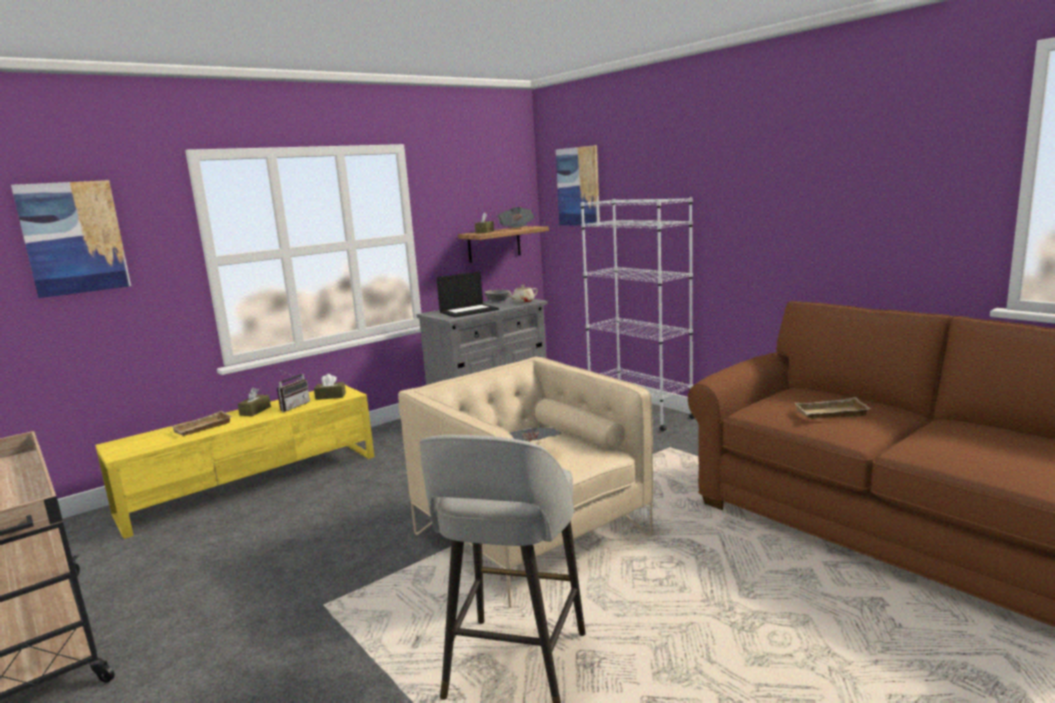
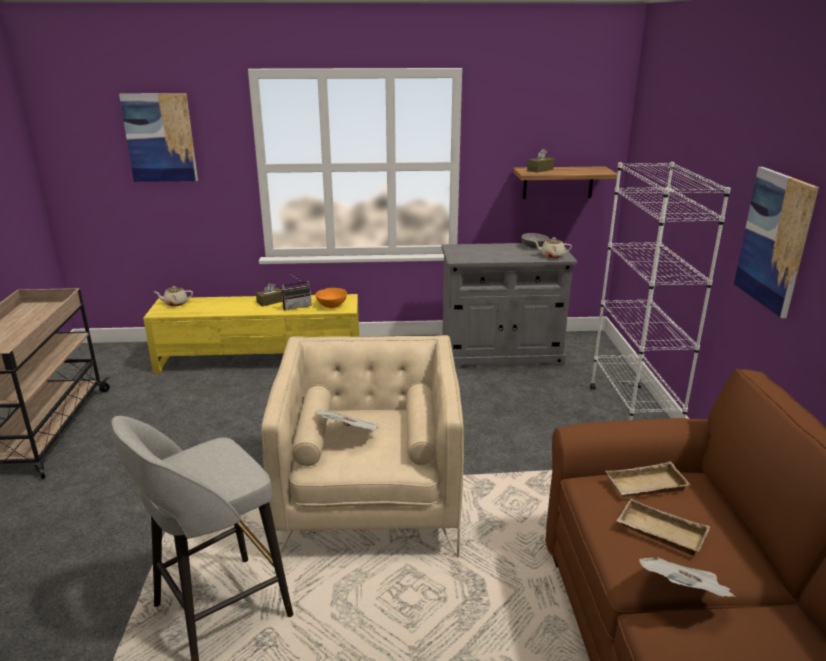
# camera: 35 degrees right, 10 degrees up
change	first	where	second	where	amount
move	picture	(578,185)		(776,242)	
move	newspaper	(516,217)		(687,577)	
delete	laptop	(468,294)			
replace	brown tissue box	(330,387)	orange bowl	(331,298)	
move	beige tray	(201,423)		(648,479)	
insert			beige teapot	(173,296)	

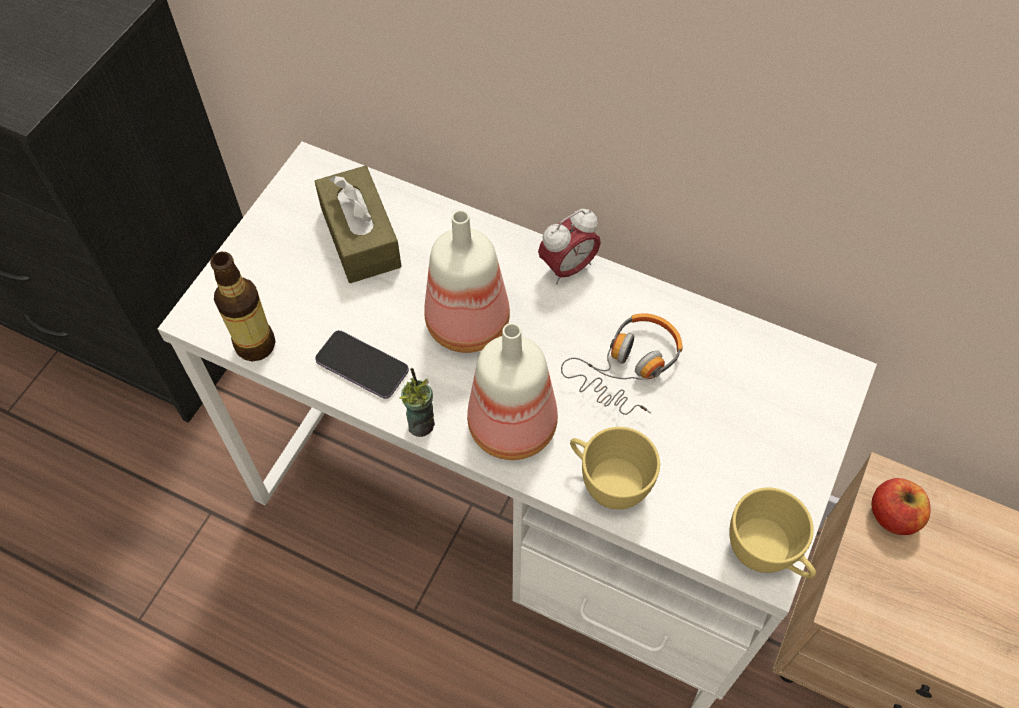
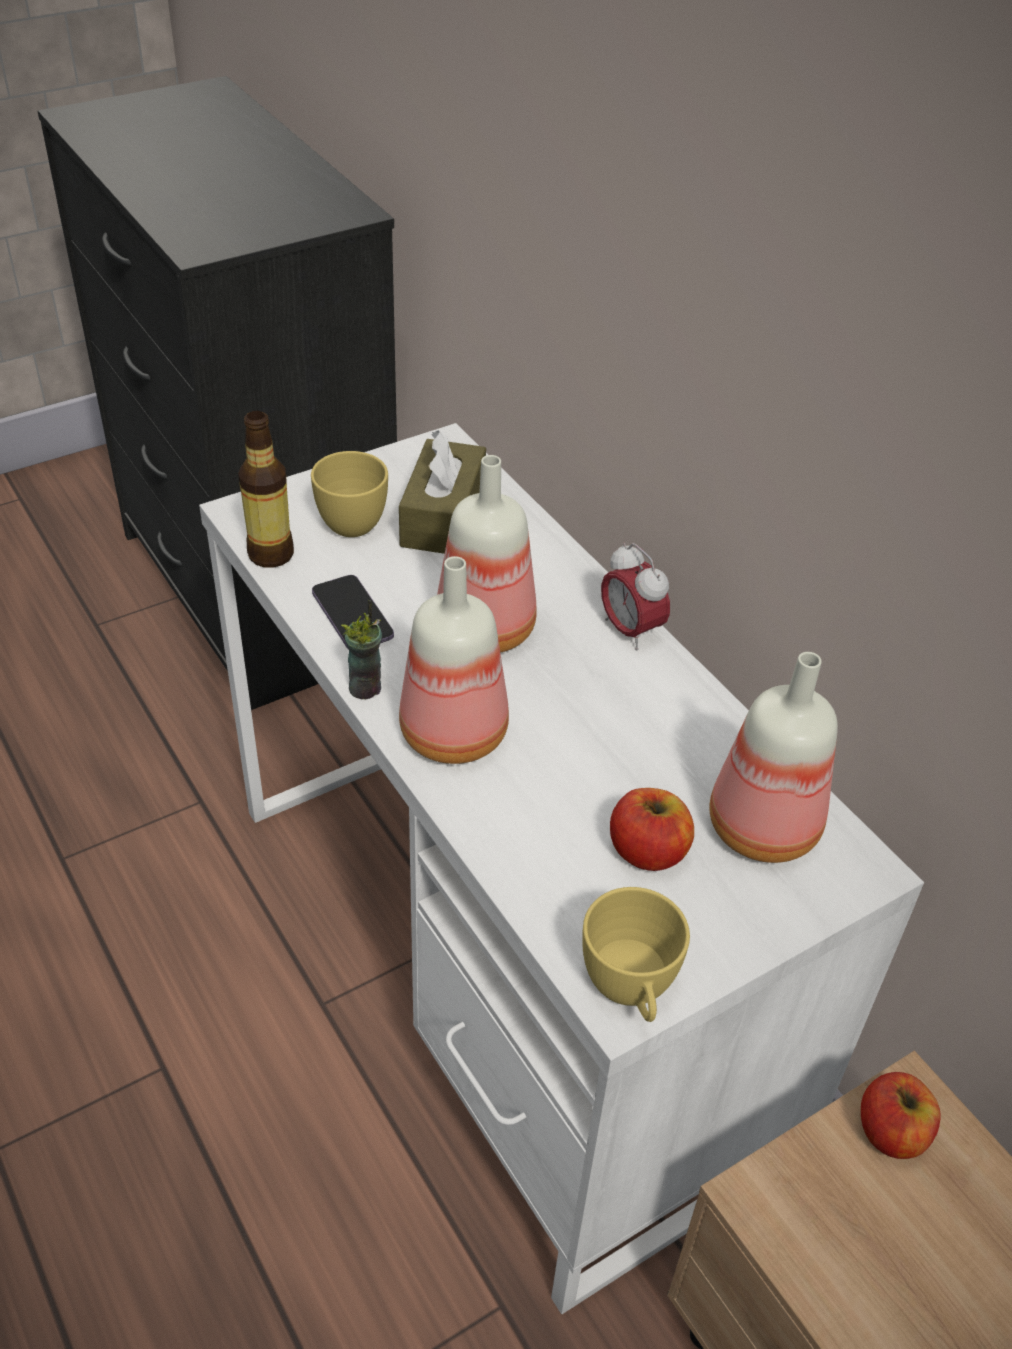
# camera: 30 degrees right, 15 degrees down
change	first	where	second	where	amount
rotate	alarm clock	(569,247)		(635,596)	60 degrees clockwise
delete	headphones	(621,364)			
move	yellow cup	(615,468)		(349,494)	
insert			bottle	(773,757)	
insert			apple	(652,829)	

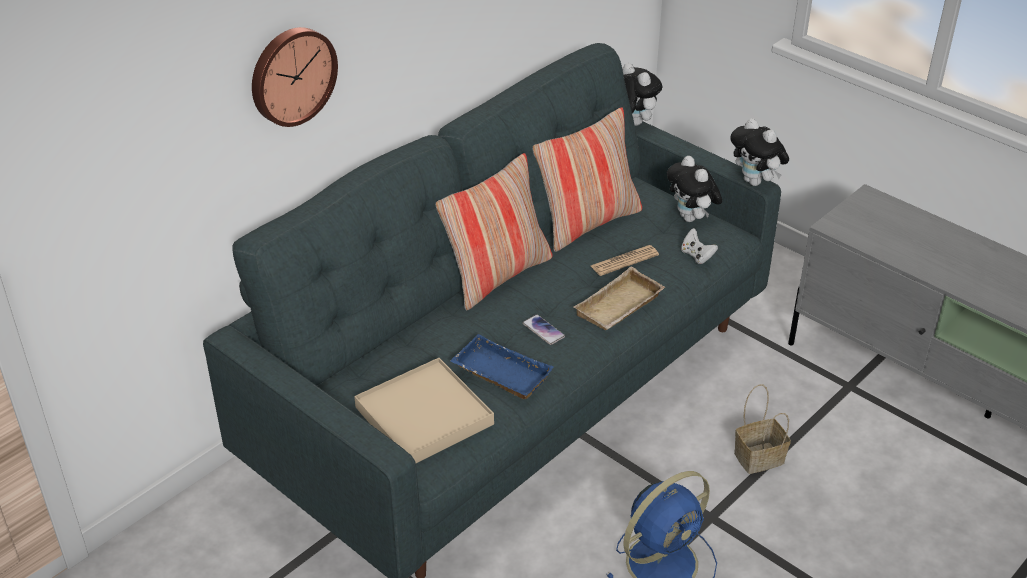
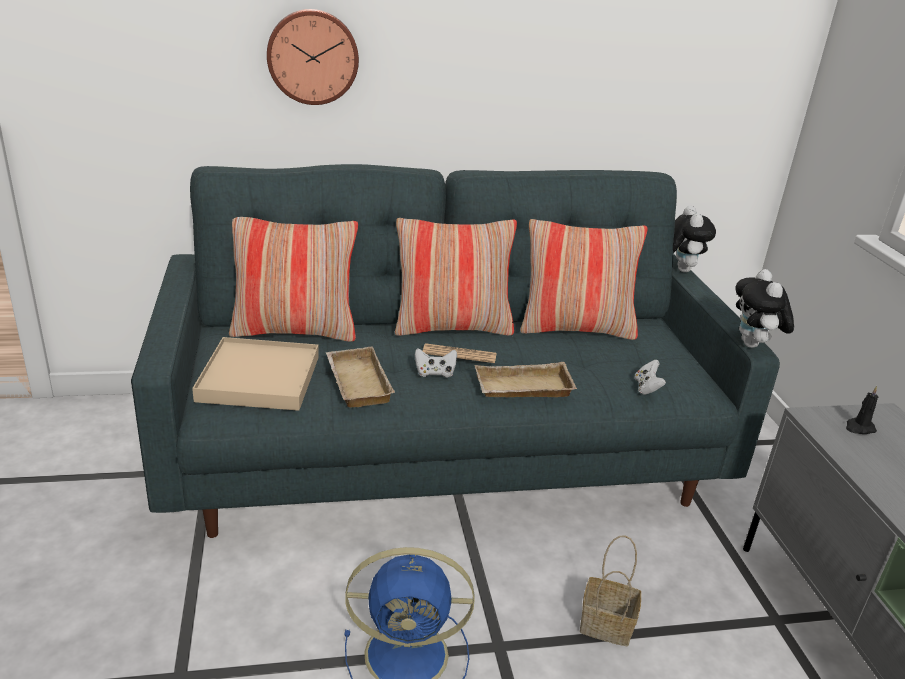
# camera: 35 degrees right, 10 degrees down
change	first	where	second	where	amount
delete	plush toy	(694,189)			
move	newspaper	(625,260)		(460,353)	
replace	phone	(543,330)	white game controller	(436,363)	
recolor	blue tray	(501,366)	beige tray	(360,377)	
insert			pillow	(293,279)	
insert			black candle	(862,410)	

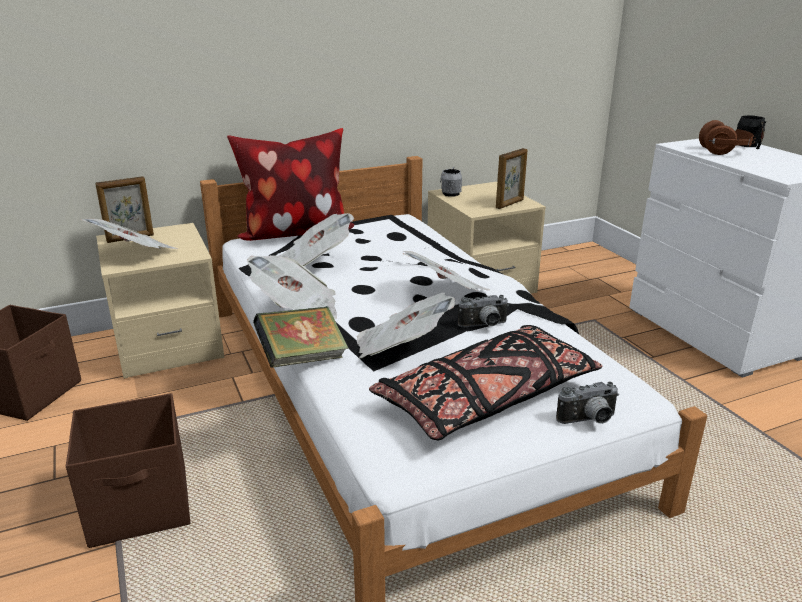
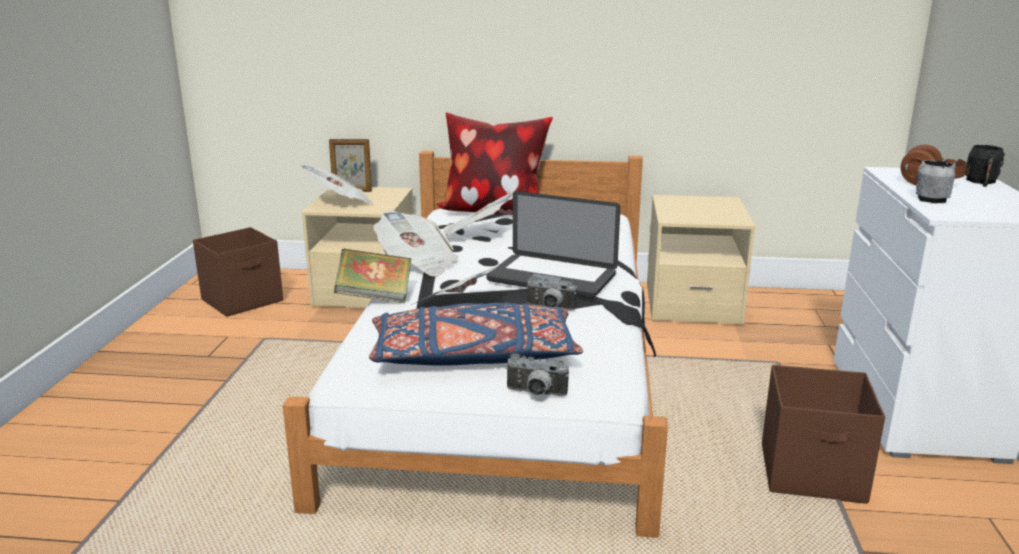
# camera: 30 degrees right, 5 degrees down
change	first	where	second	where	amount
delete	picture frame	(511,178)			
move	grey mug	(451,182)		(935,181)	
replace	newspaper	(446,271)	laptop	(553,244)	
recolor	black pillow	(486,382)	blue pillow	(476,334)	
move	brown storage box	(128,470)		(823,434)	

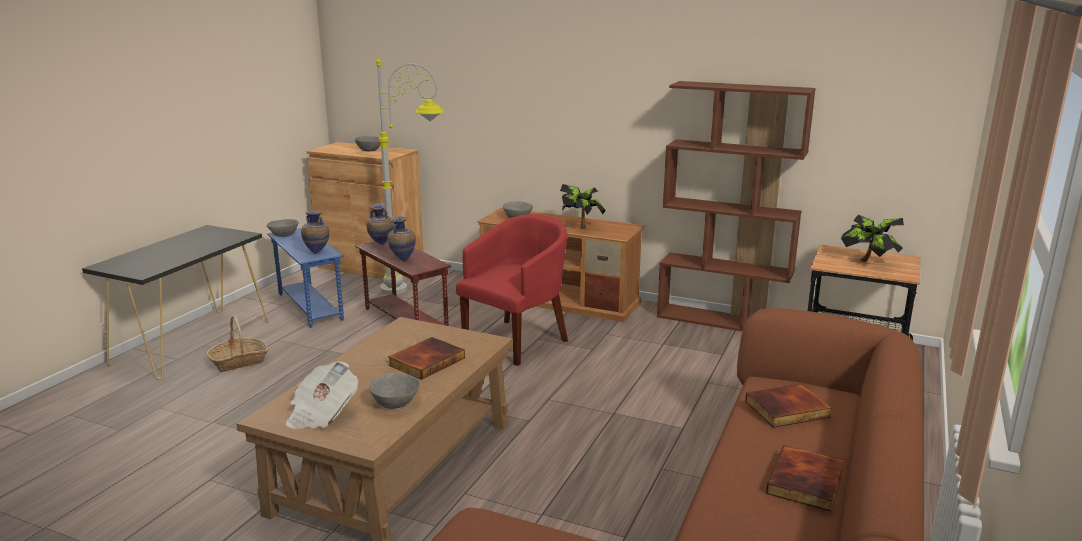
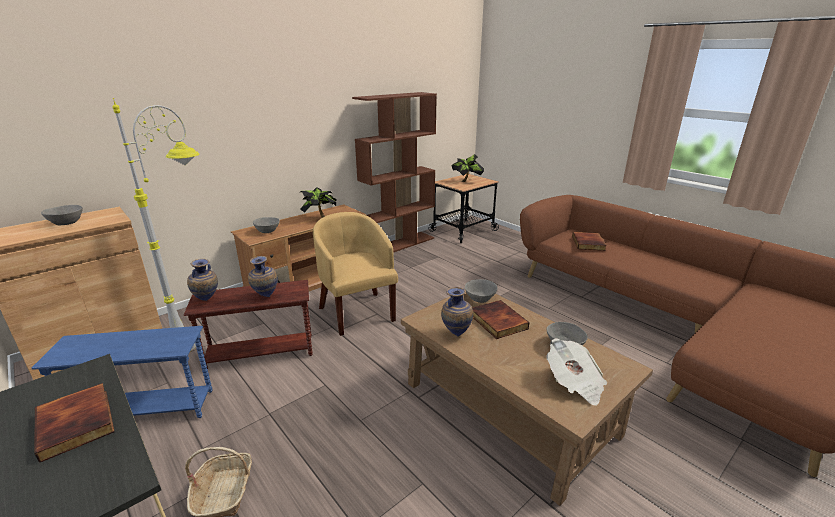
# camera: 65 degrees left, 5 degrees up
change	first	where	second	where	amount
move	vase	(315,232)		(457,312)	
recolor	red armchair	(512,290)	yellow armchair	(355,274)	
move	grey bowl	(283,228)		(481,291)	
move	book	(805,478)		(74,422)	

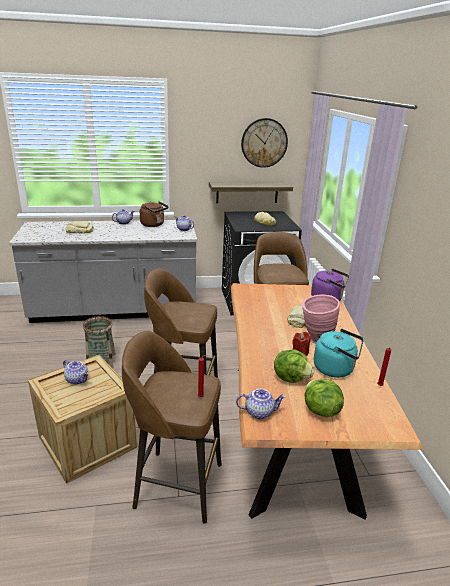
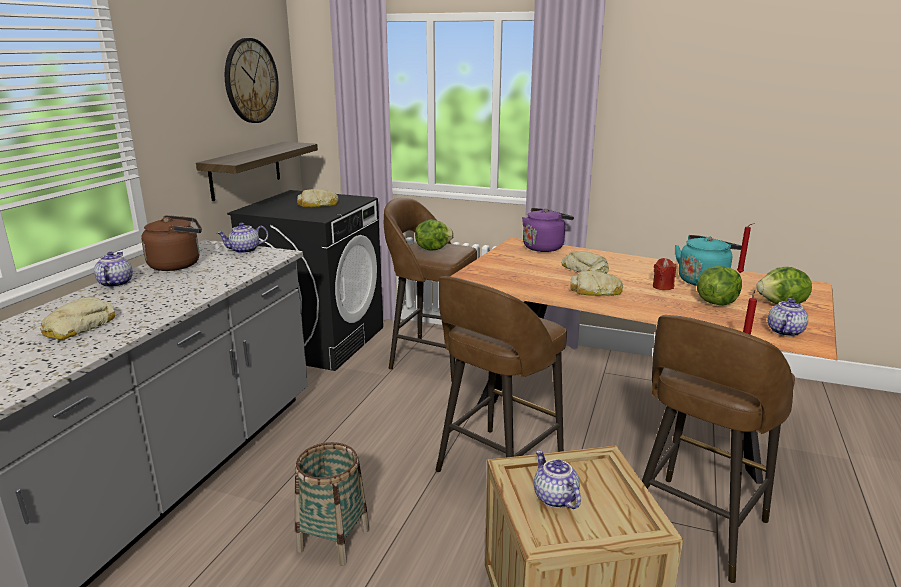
# camera: 60 degrees left, 5 degrees down
change	first	where	second	where	amount
delete	pink vase	(321,319)			
rotate	teapot	(75,372)		(557,479)	90 degrees counterclockwise
insert			lettuce	(434,235)	
insert			bread	(596,283)	

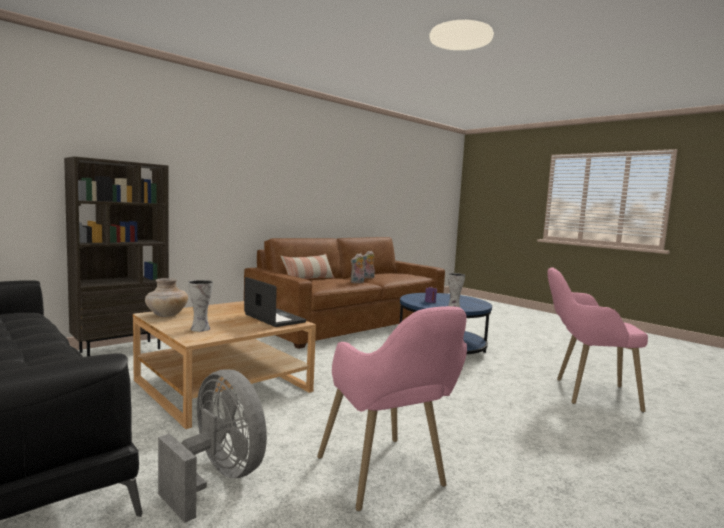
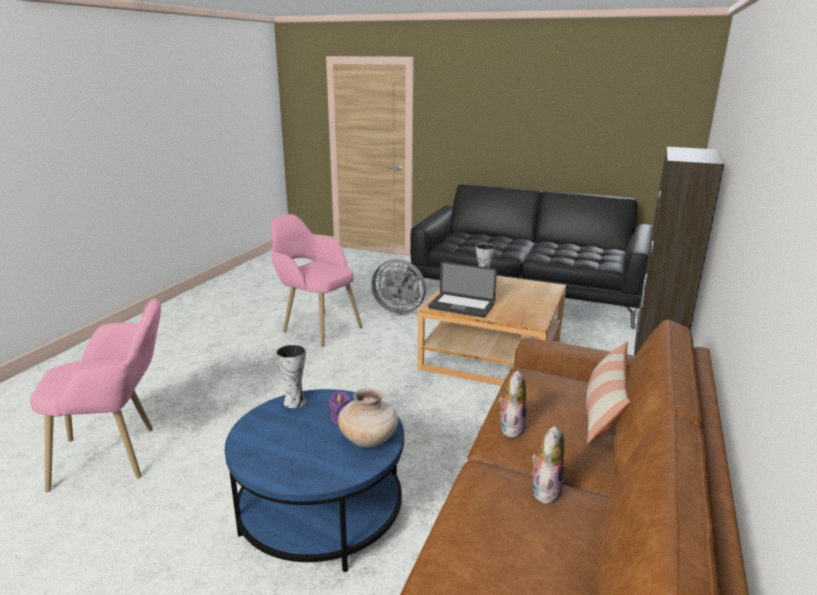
# camera: 155 degrees right, 15 degrees up
change	first	where	second	where	amount
move	beige vase	(166,297)		(368,418)	

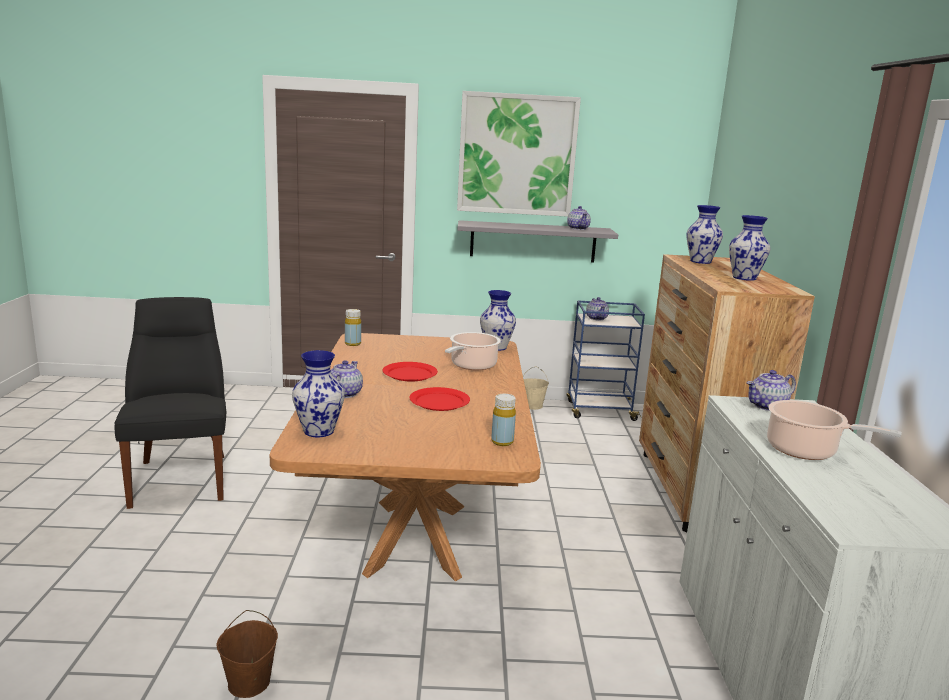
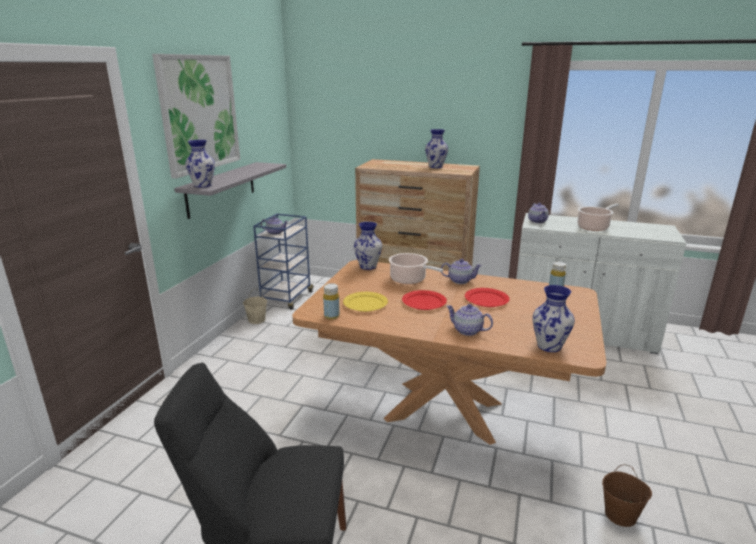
# camera: 70 degrees left, 5 degrees up
change	first	where	second	where	amount
move	vase	(704,234)		(200,164)	
move	teapot	(579,218)		(461,271)	
insert			yellow plate	(365,302)	

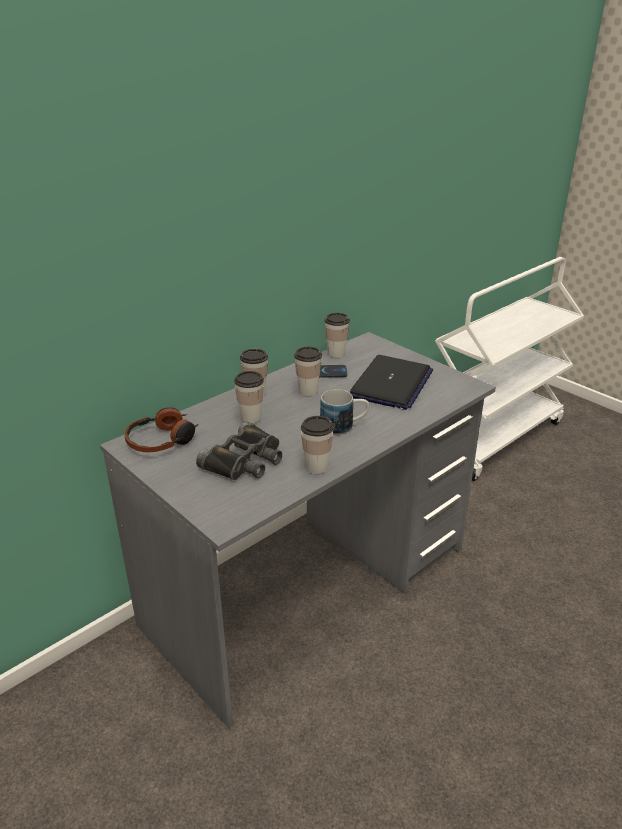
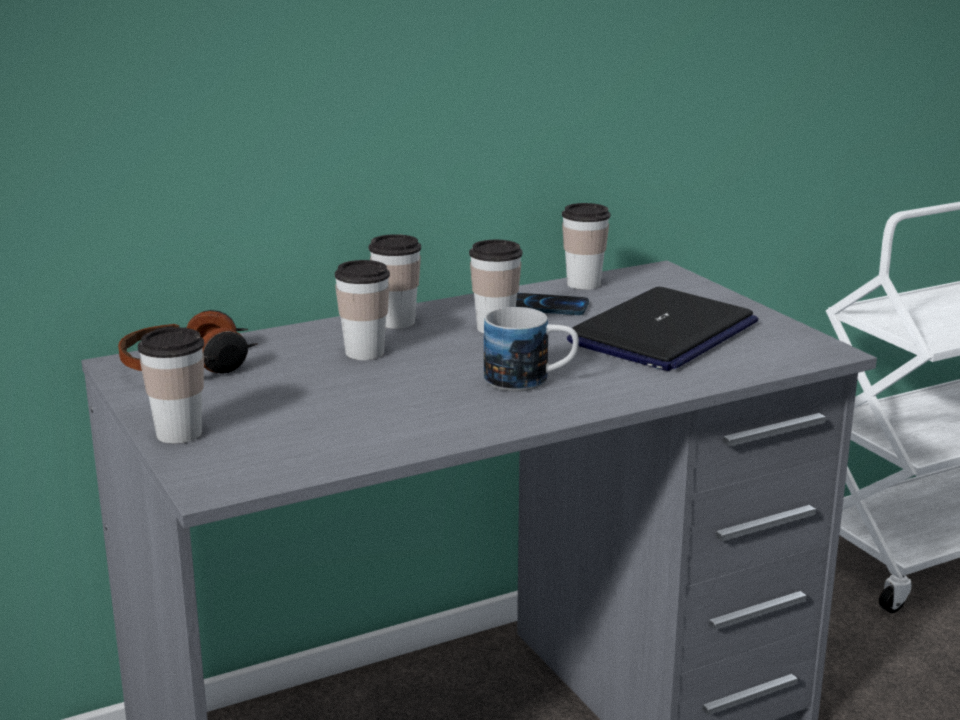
# camera: 15 degrees right, 10 degrees down
change	first	where	second	where	amount
move	cup	(317,445)		(171,385)	
delete	black binoculars	(239,450)			

